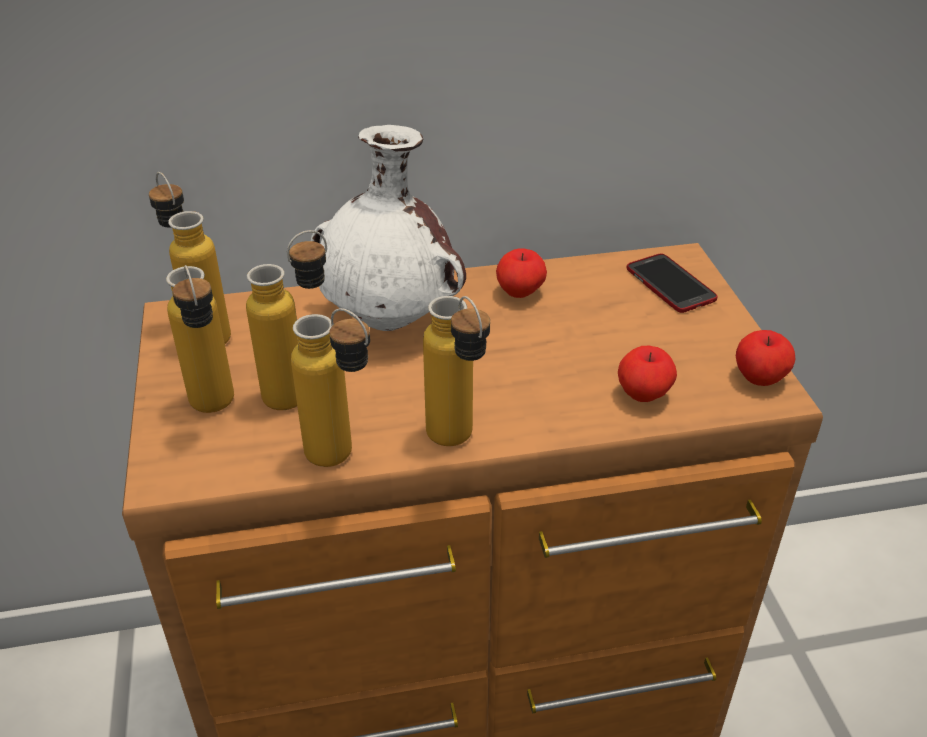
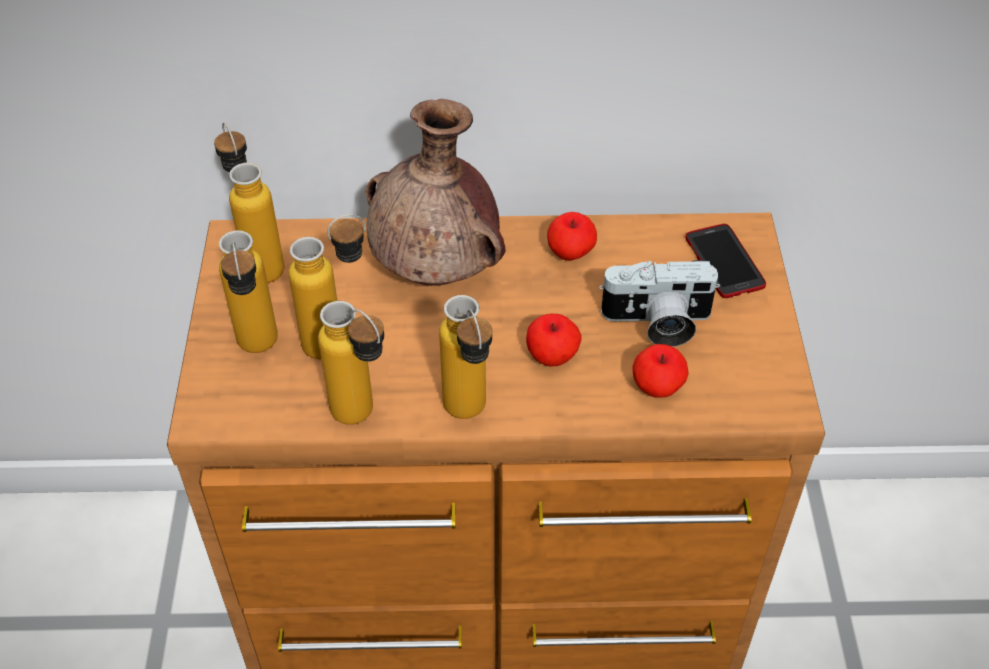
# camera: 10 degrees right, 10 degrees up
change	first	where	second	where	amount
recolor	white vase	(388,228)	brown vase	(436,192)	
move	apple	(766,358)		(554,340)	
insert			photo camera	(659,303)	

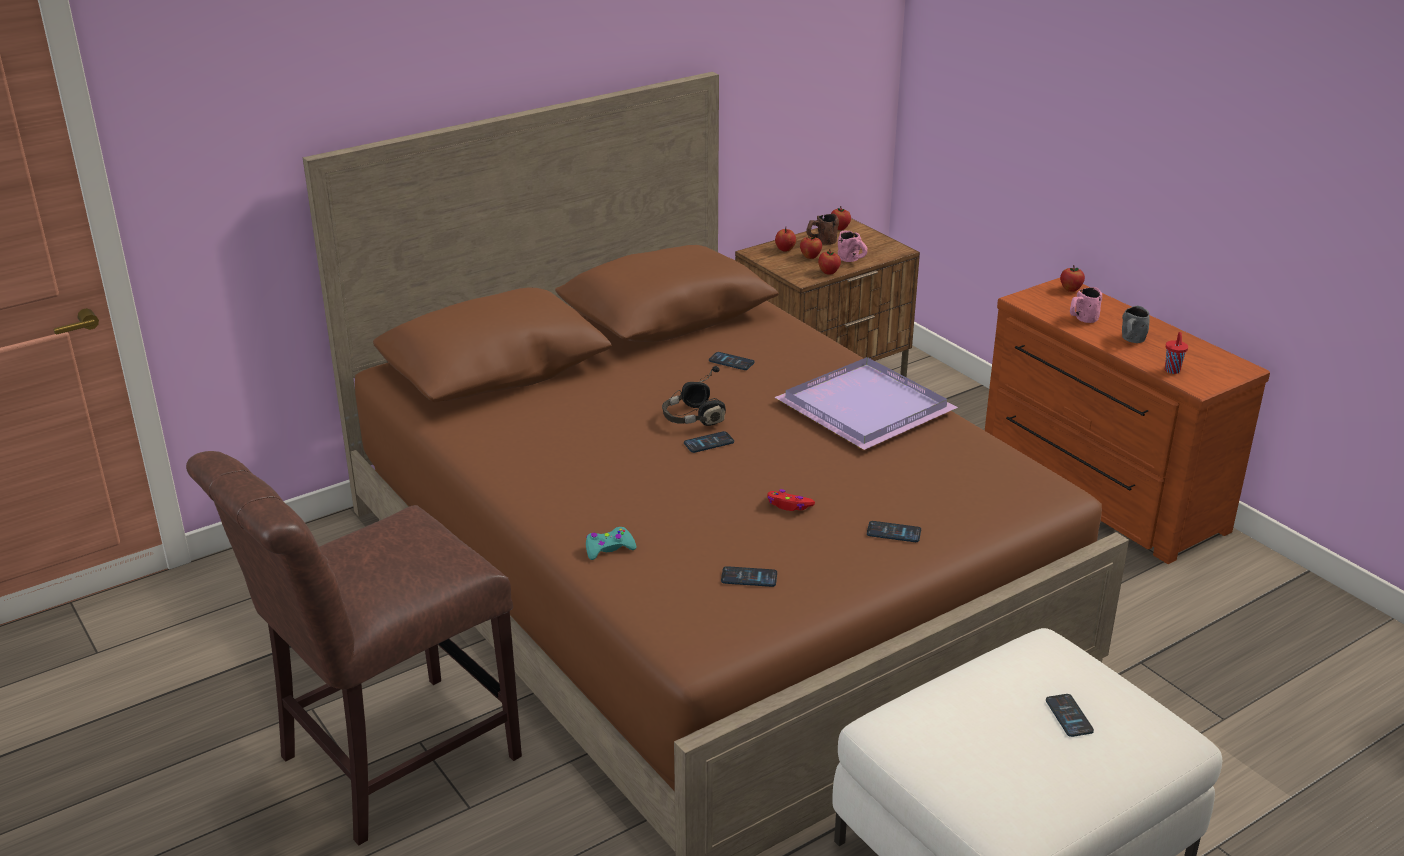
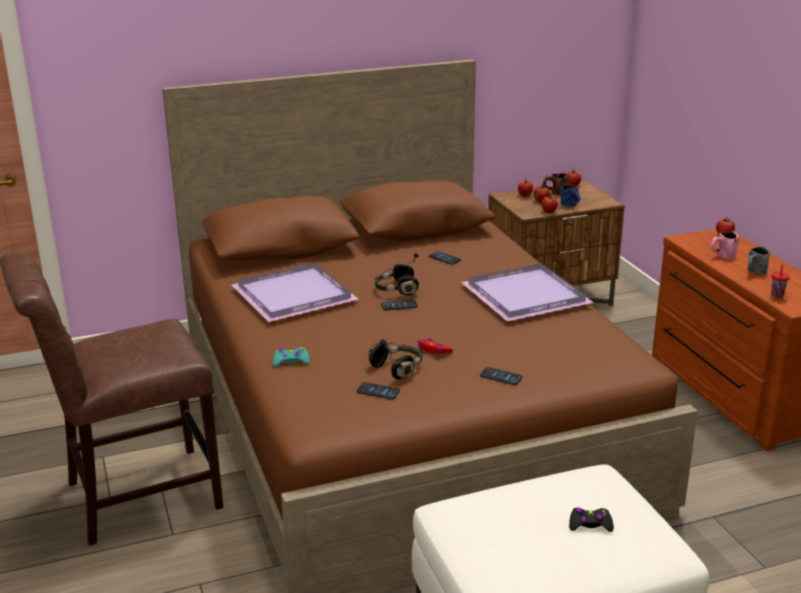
# camera: 15 degrees right, 5 degrees down
change	first	where	second	where	amount
recolor	pink mug	(853,246)	blue mug	(570,195)	
replace	phone	(1070,715)	black game controller	(591,520)	
insert			purple tray	(294,292)	
insert			black headphones	(395,359)	

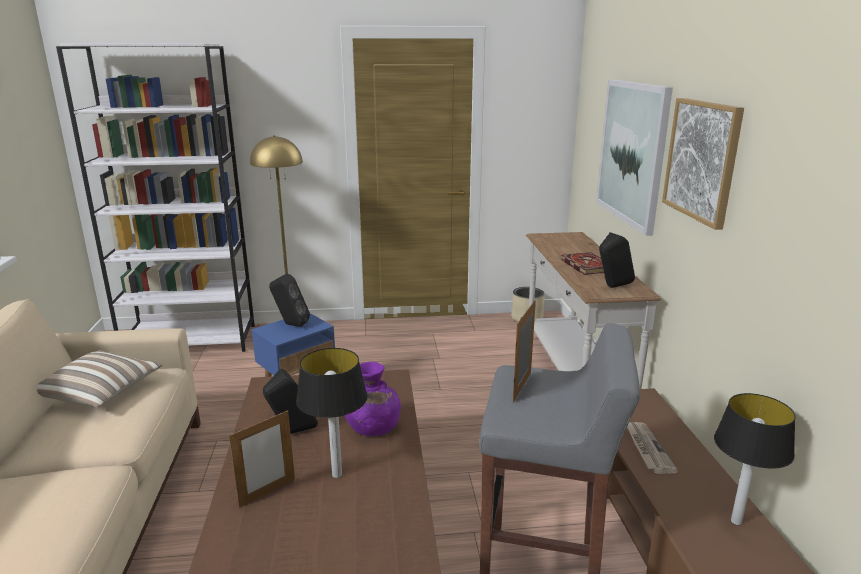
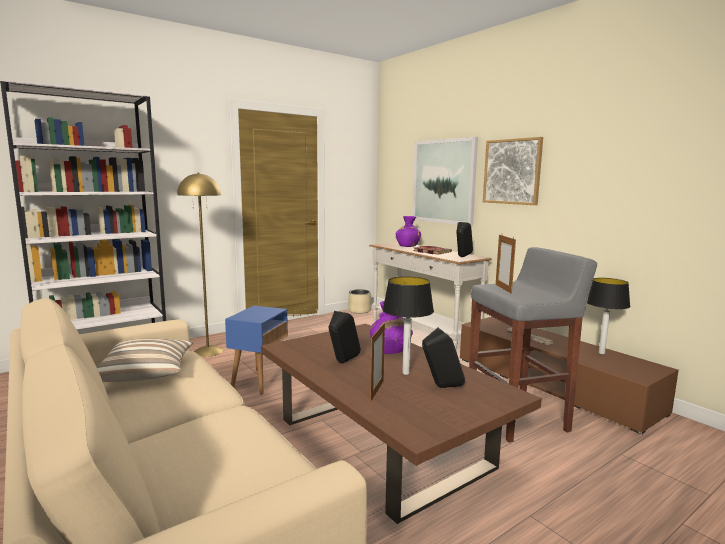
# camera: 30 degrees left, 10 degrees down
change	first	where	second	where	amount
move	black speaker	(289,300)		(443,358)	
insert			purple vase	(408,231)	

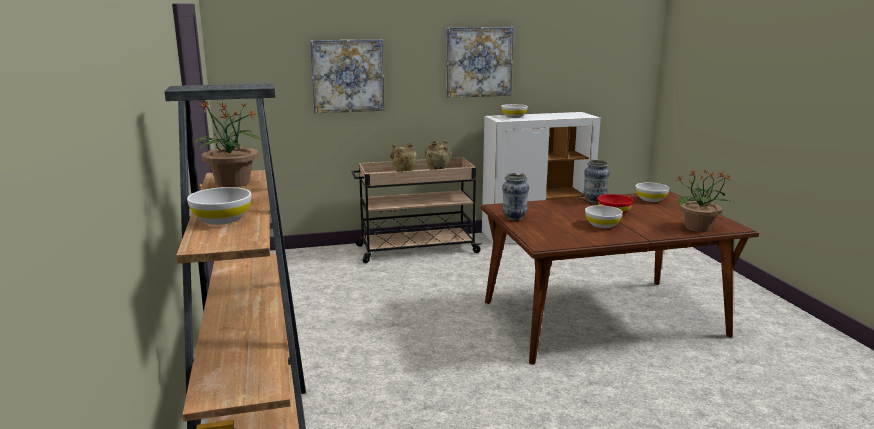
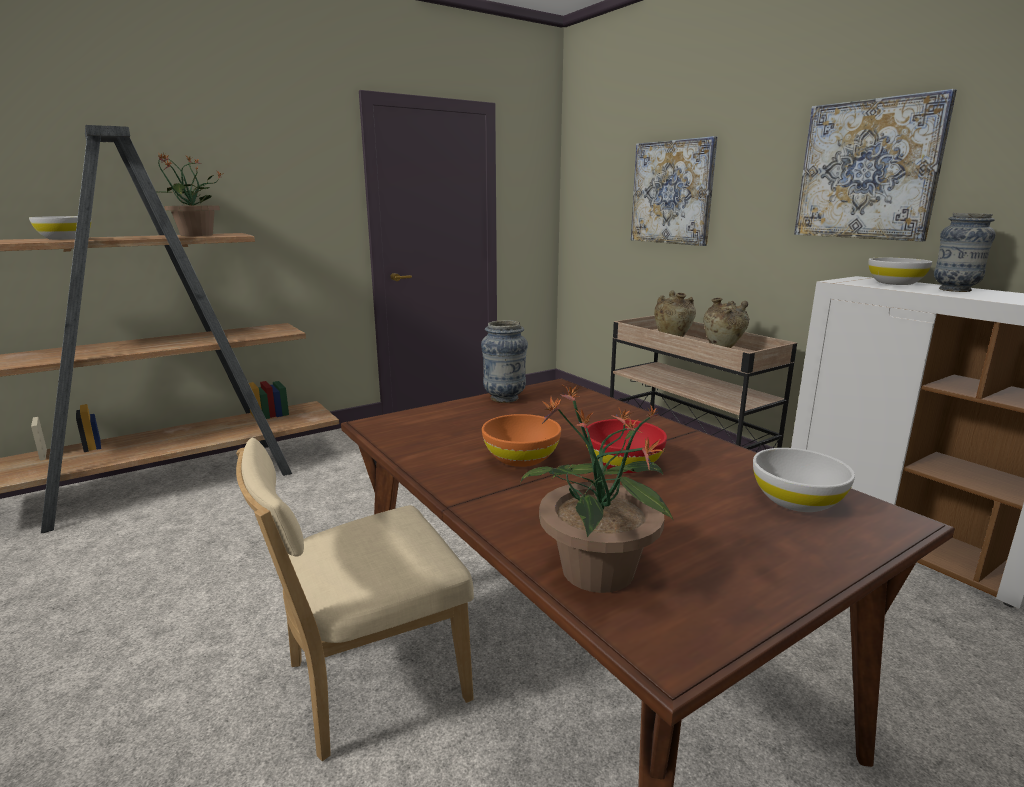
# camera: 70 degrees right, 0 degrees up
change	first	where	second	where	amount
move	vase	(597,182)		(965,252)	
recolor	white bowl	(604,216)	orange bowl	(521,440)	
insert			beige chair	(355,599)	

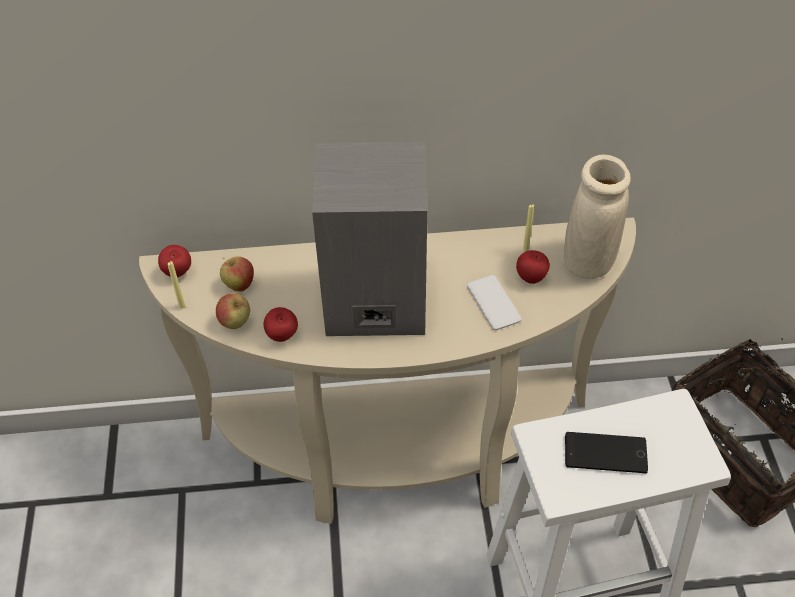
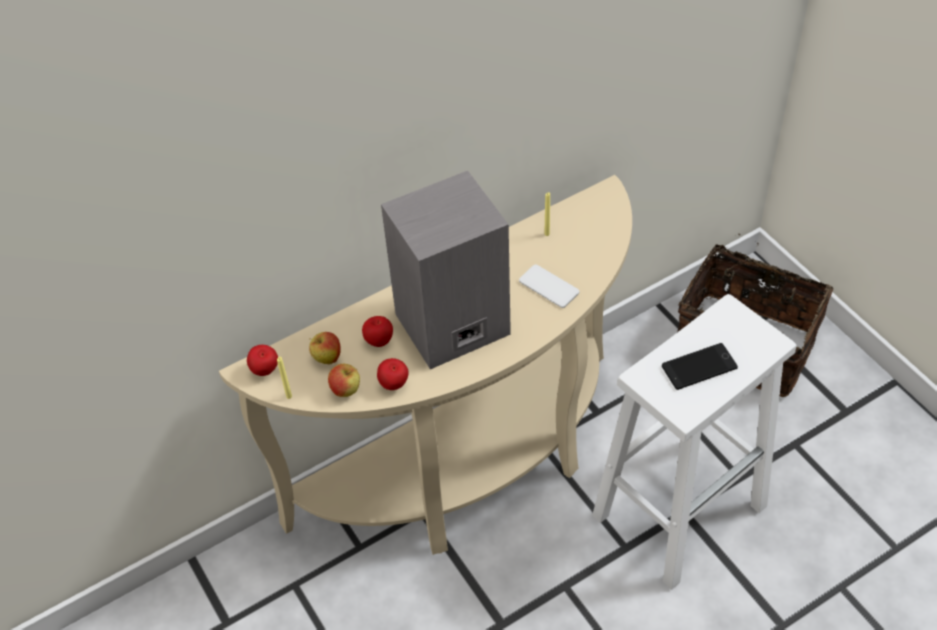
# camera: 25 degrees left, 0 degrees up
change	first	where	second	where	amount
delete	beige vase	(597,217)			
move	apple	(533,267)		(377,331)	

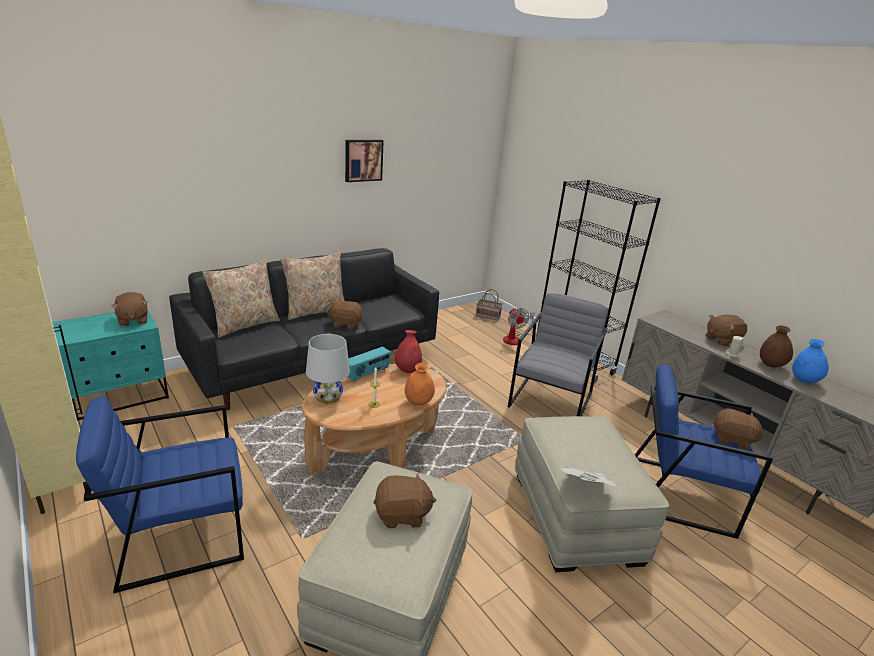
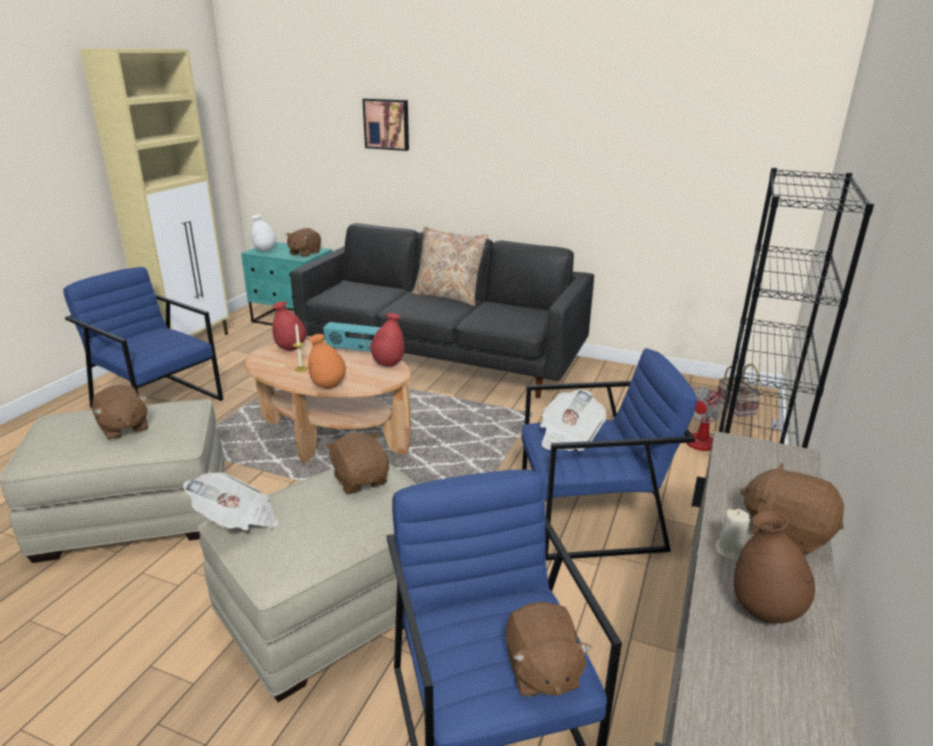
# camera: 60 degrees right, 0 degrees up
change	first	where	second	where	amount
move	picture	(364,161)		(385,124)	
delete	beige pillow	(241,298)			
recolor	grey armchair	(558,354)	blue armchair	(609,454)	
move	brown plush toy	(345,314)		(357,463)	
replace	white table lamp	(328,368)	red vase	(289,326)	
delete	blue vase	(810,361)			
insert			white vase	(263,233)	
insert			newspaper	(573,420)	

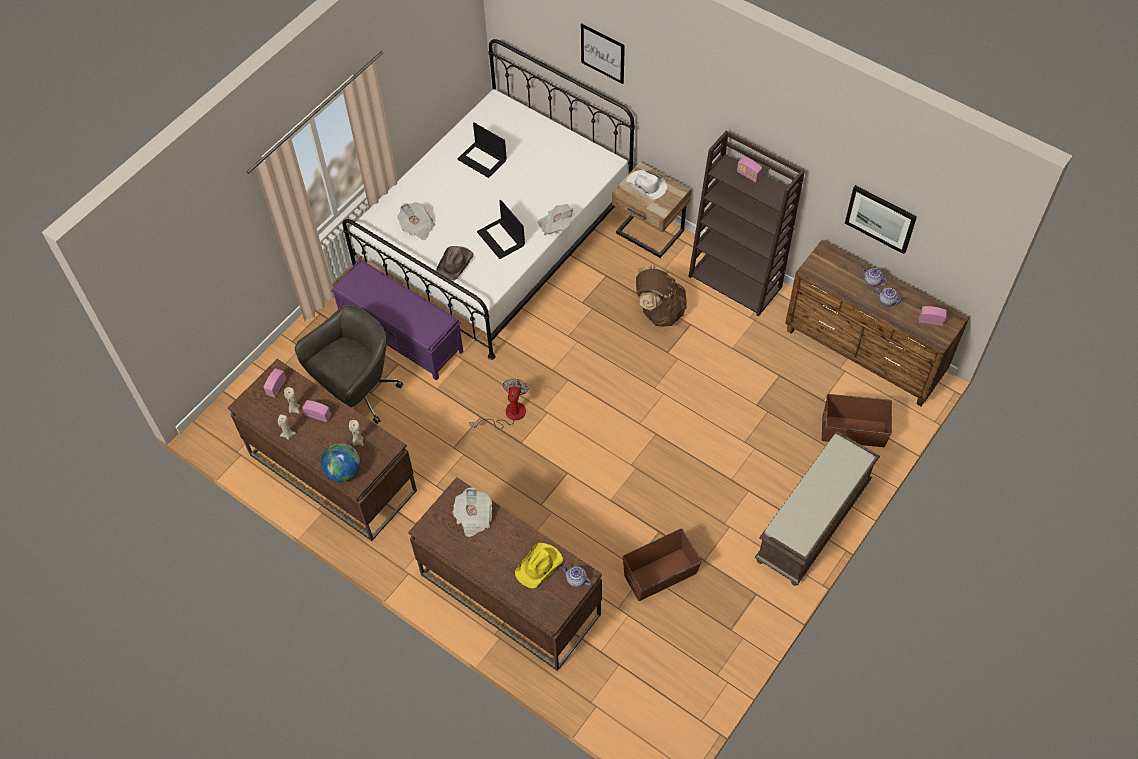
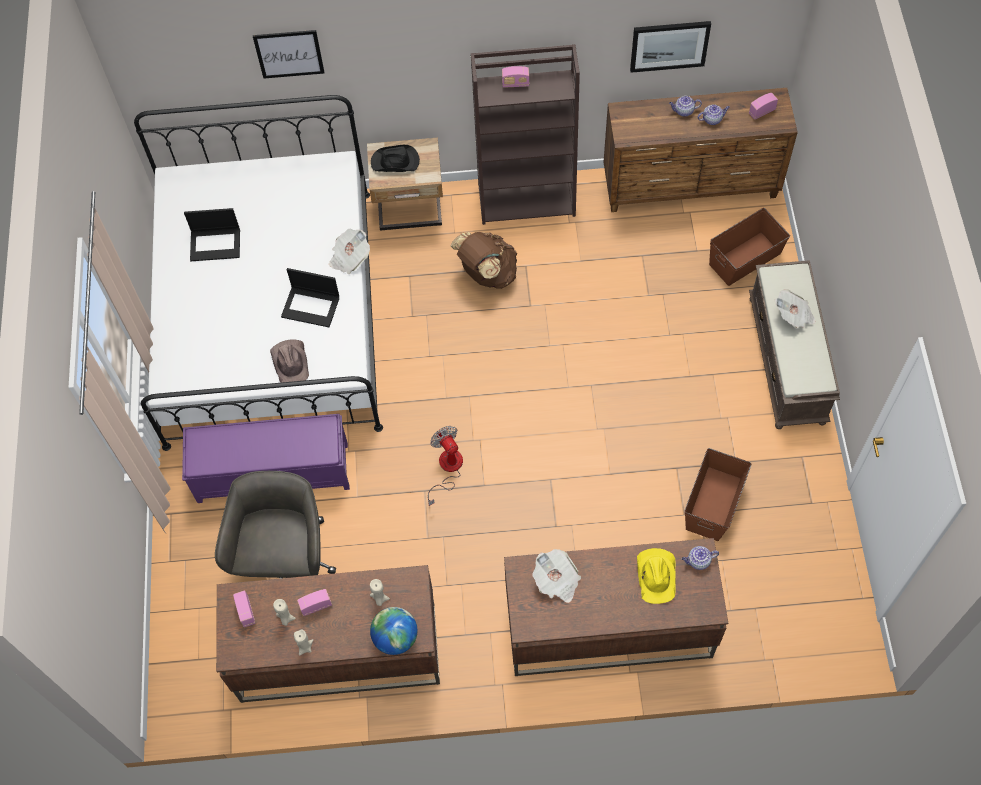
# camera: 40 degrees left, 5 degrees up
change	first	where	second	where	amount
recolor	white hat	(647,185)	black hat	(395,158)	
move	newspaper	(416,221)		(795,308)	

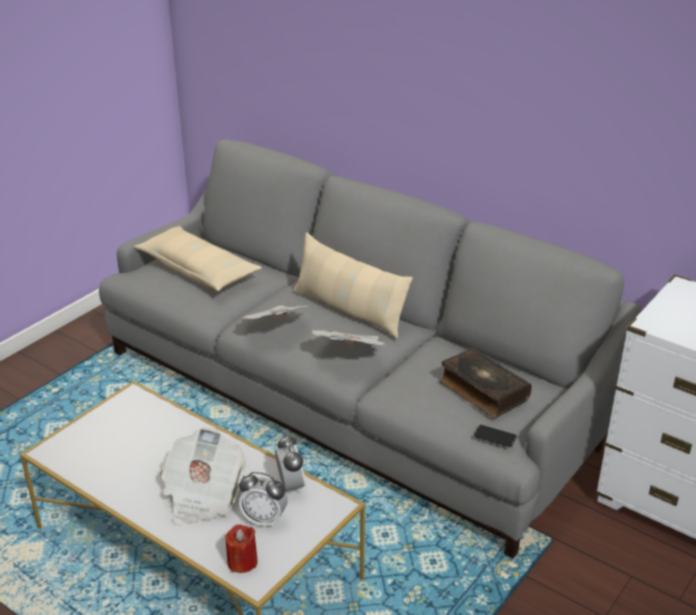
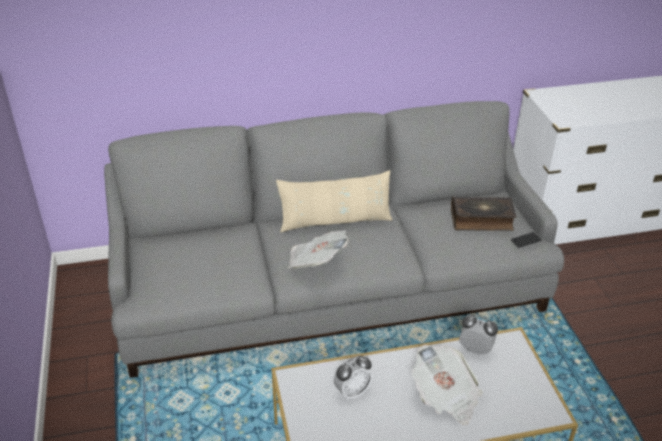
# camera: 50 degrees left, 5 degrees up
change	first	where	second	where	amount
delete	beige pillow	(197,258)			
delete	newspaper	(349,338)			
move	alarm clock	(263,500)		(353,378)	
delete	red candle	(241,549)			

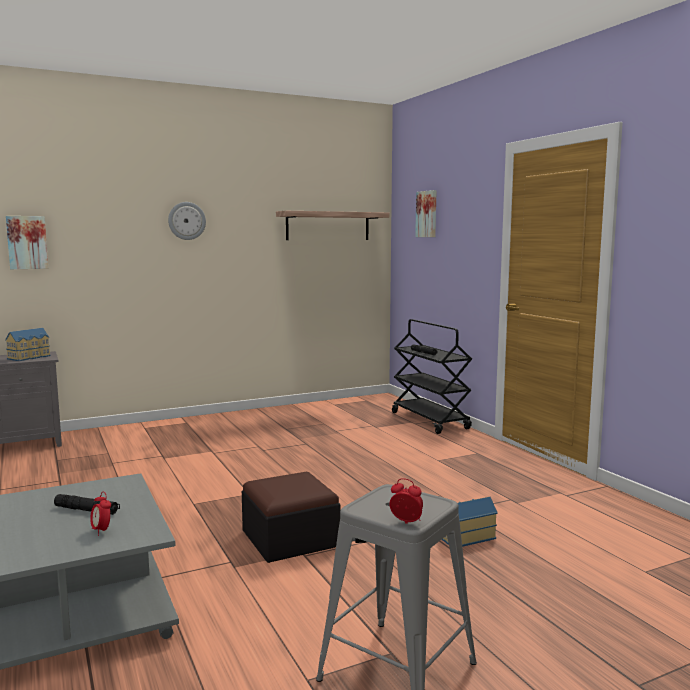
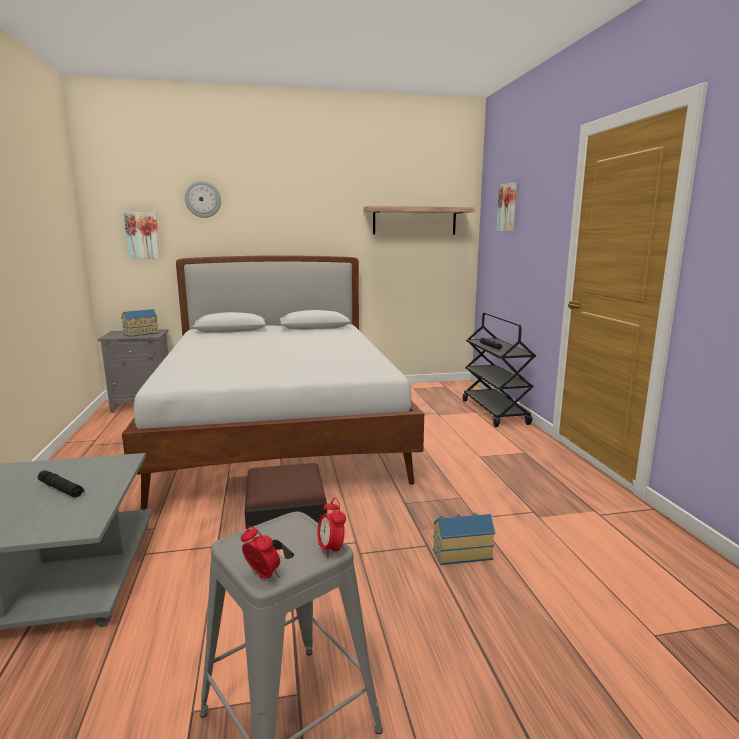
# camera: 15 degrees right, 5 degrees up
change	first	where	second	where	amount
move	wall clock	(187,221)		(203,199)	
move	alarm clock	(100,513)		(331,528)	
insert			white bed	(273,382)	

